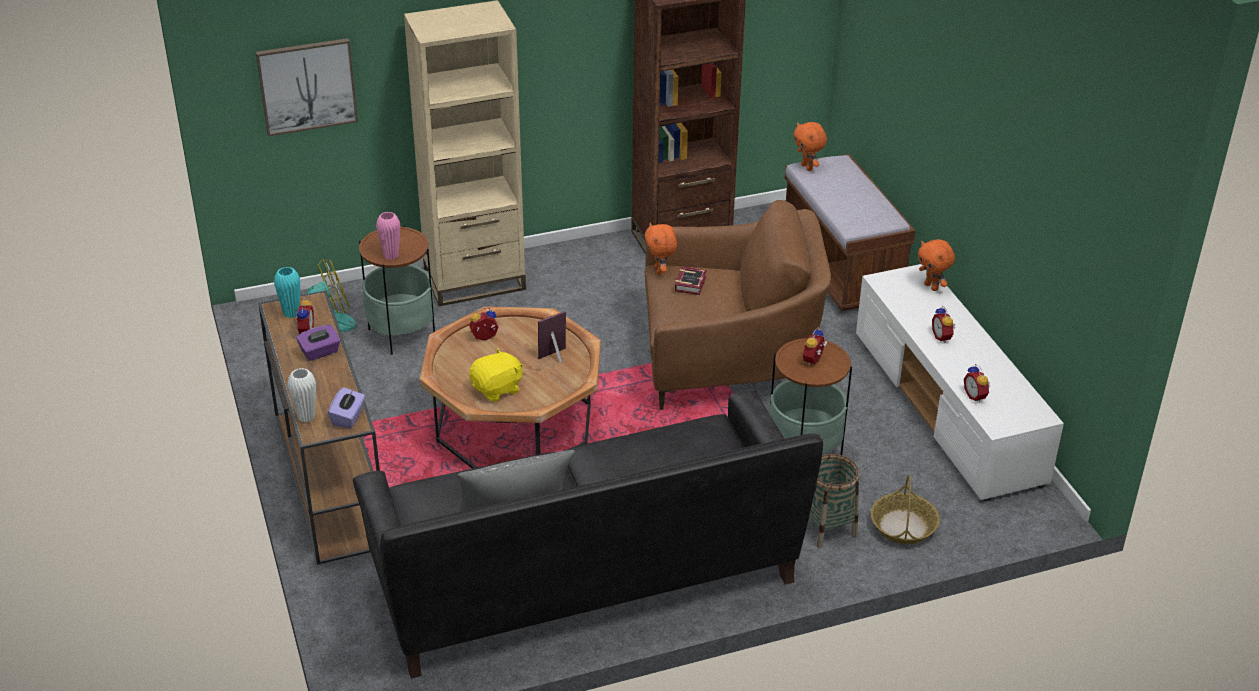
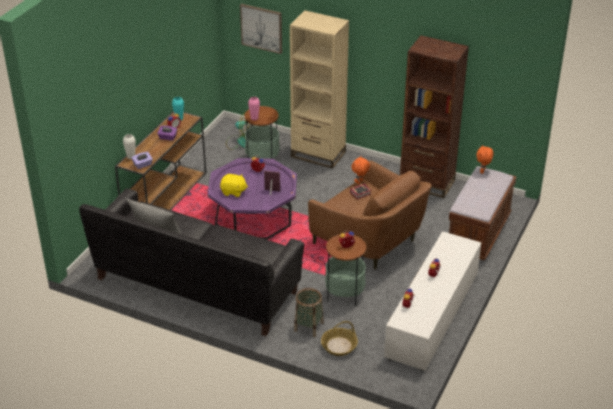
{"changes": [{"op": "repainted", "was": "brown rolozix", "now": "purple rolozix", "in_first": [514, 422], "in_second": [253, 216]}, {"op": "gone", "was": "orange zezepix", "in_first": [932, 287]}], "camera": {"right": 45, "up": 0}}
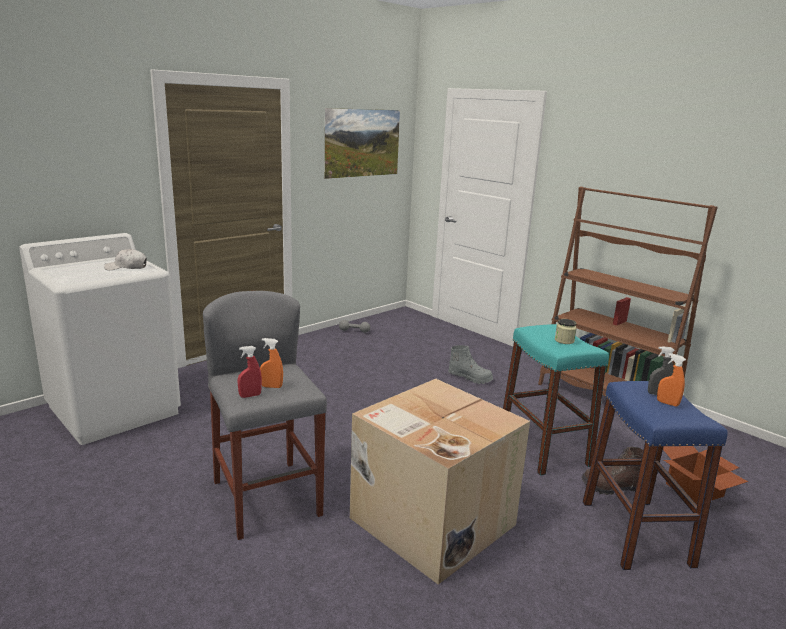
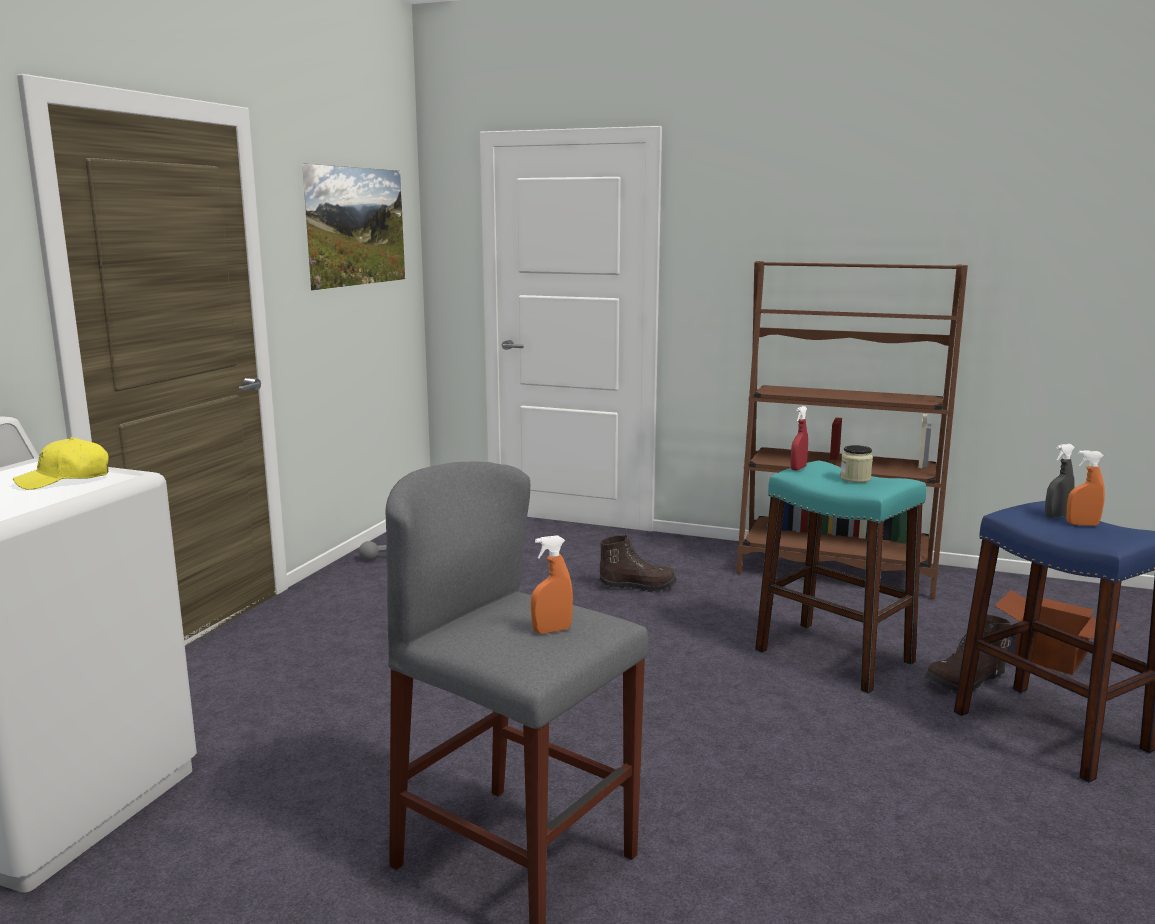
{"changes": [{"op": "repainted", "was": "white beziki", "now": "yellow beziki", "in_first": [126, 267], "in_second": [64, 480]}, {"op": "shifted", "was": "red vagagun", "in_first": [250, 395], "in_second": [798, 468]}, {"op": "gone", "was": "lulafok", "in_first": [430, 521]}, {"op": "repainted", "was": "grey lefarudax", "now": "brown lefarudax", "in_first": [470, 378], "in_second": [637, 586]}], "camera": {"right": -25, "up": -5}}
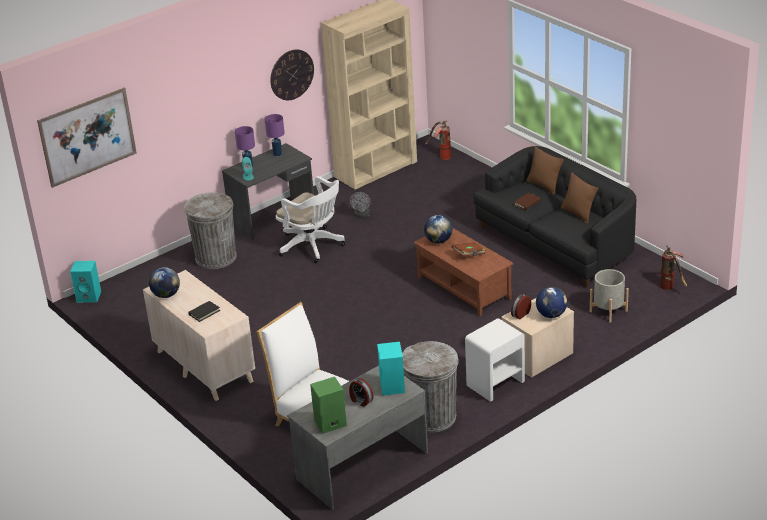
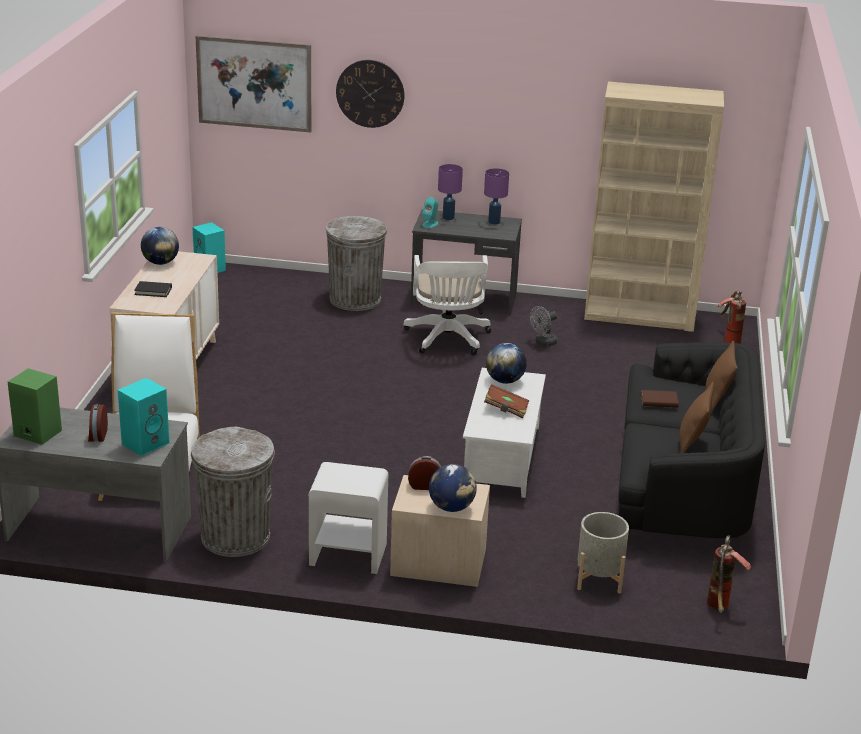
{"changes": [{"op": "shifted", "was": "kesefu", "in_first": [291, 74], "in_second": [370, 93]}, {"op": "repainted", "was": "brown rolozix", "now": "white rolozix", "in_first": [464, 288], "in_second": [503, 458]}], "camera": {"right": 45, "up": -5}}
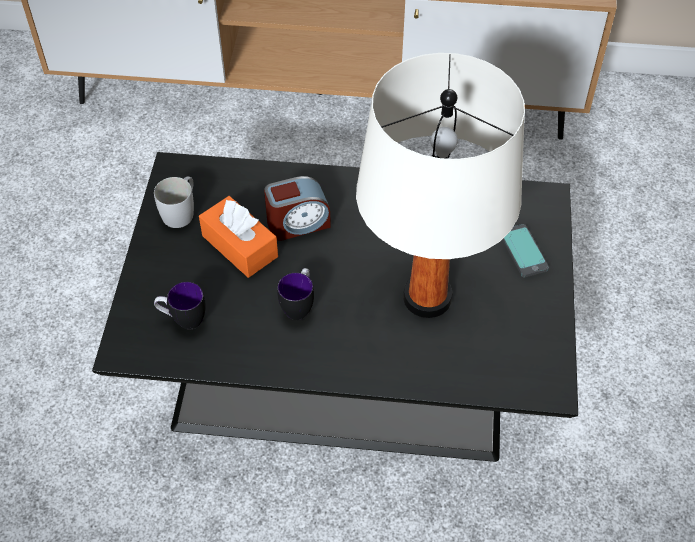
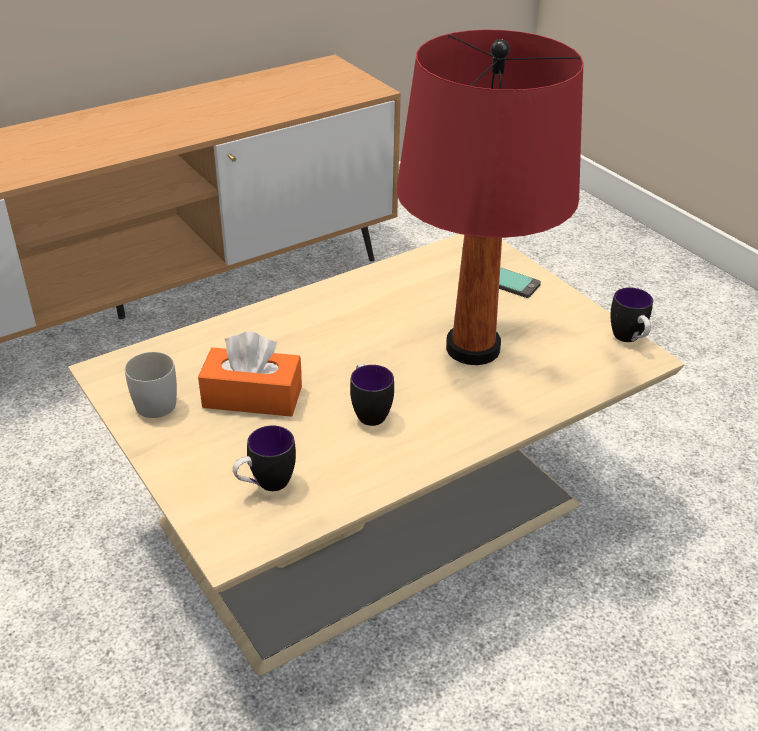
{"changes": [{"op": "repainted", "was": "black rolozix", "now": "beige rolozix", "in_first": [350, 364], "in_second": [378, 508]}, {"op": "gone", "was": "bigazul", "in_first": [298, 223]}, {"op": "repainted", "was": "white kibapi", "now": "red kibapi", "in_first": [426, 298], "in_second": [472, 349]}, {"op": "new", "now": "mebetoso", "in_second": [629, 340]}], "camera": {"right": -40, "up": -15}}
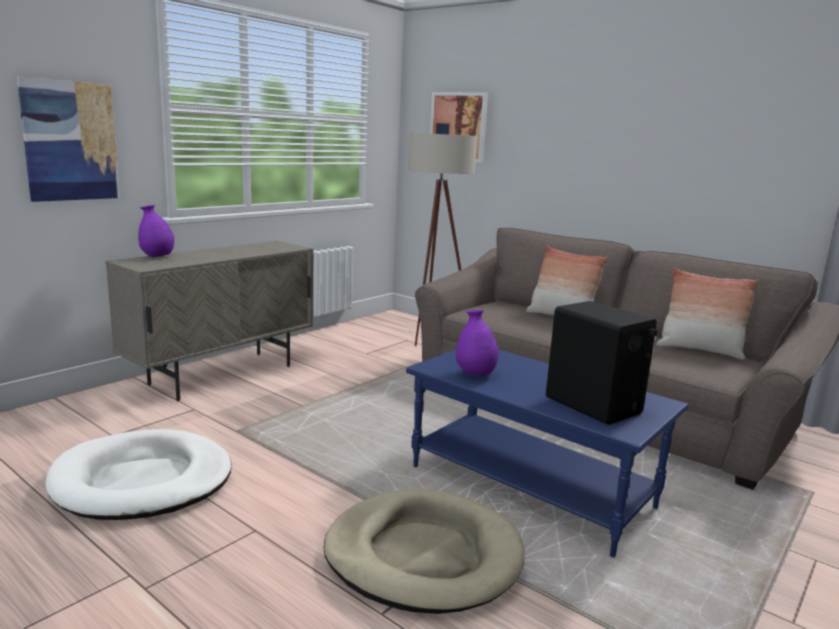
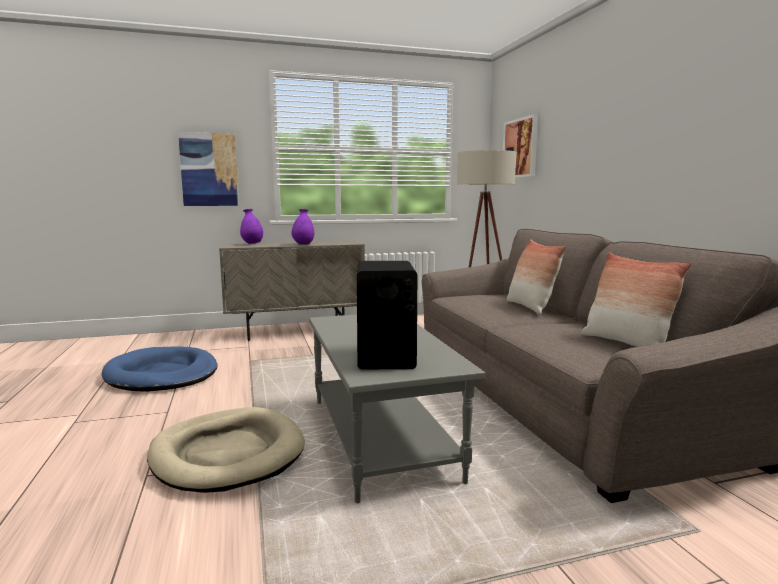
{"changes": [{"op": "repainted", "was": "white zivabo", "now": "blue zivabo", "in_first": [143, 481], "in_second": [162, 374]}, {"op": "repainted", "was": "blue rolozix", "now": "grey rolozix", "in_first": [532, 486], "in_second": [382, 438]}, {"op": "shifted", "was": "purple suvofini", "in_first": [475, 374], "in_second": [303, 244]}], "camera": {"right": 35, "up": -5}}
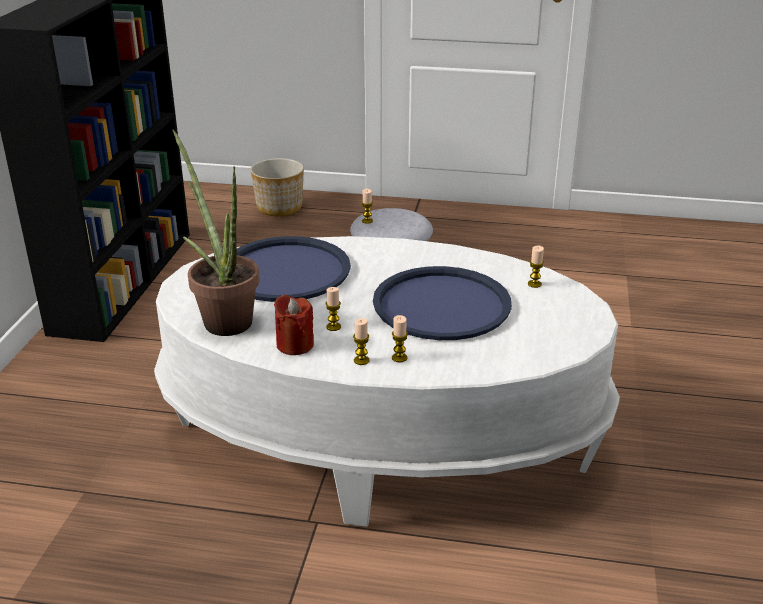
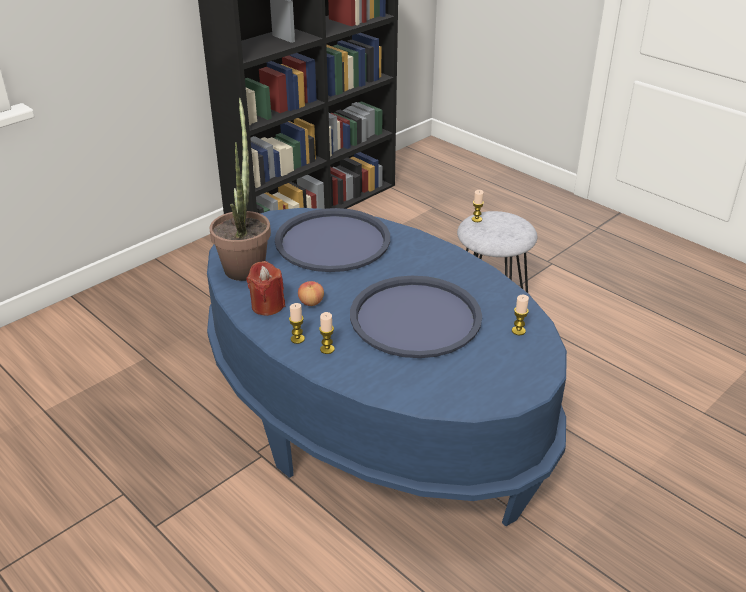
{"changes": [{"op": "repainted", "was": "white rolozix", "now": "blue rolozix", "in_first": [381, 437], "in_second": [373, 412]}, {"op": "gone", "was": "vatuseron", "in_first": [280, 207]}, {"op": "swapped", "was": "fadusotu", "now": "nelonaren", "in_first": [333, 327], "in_second": [311, 302]}], "camera": {"right": 35, "up": 5}}
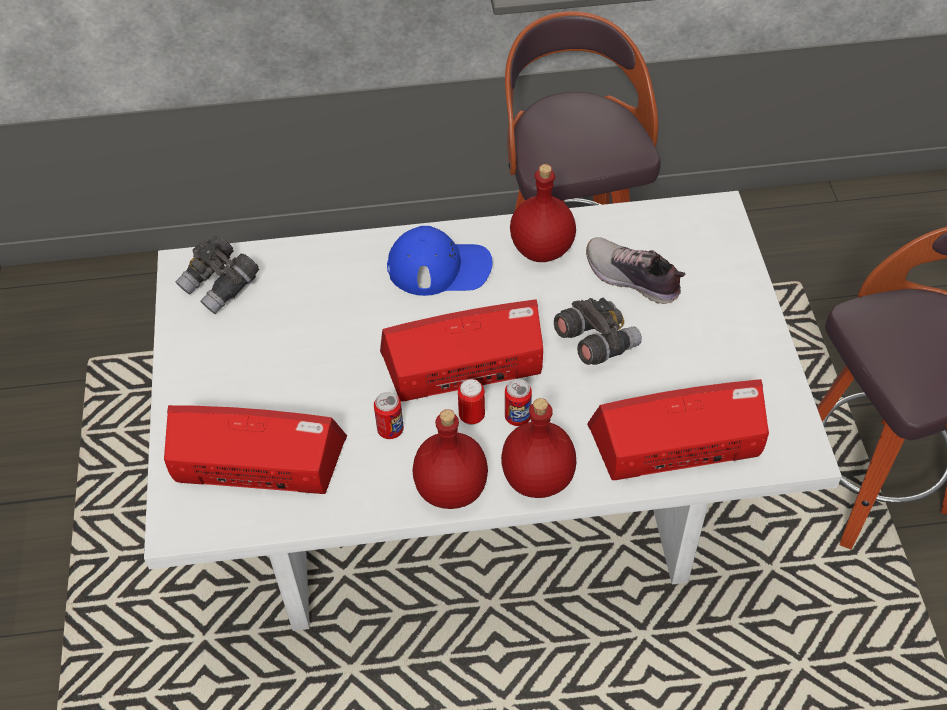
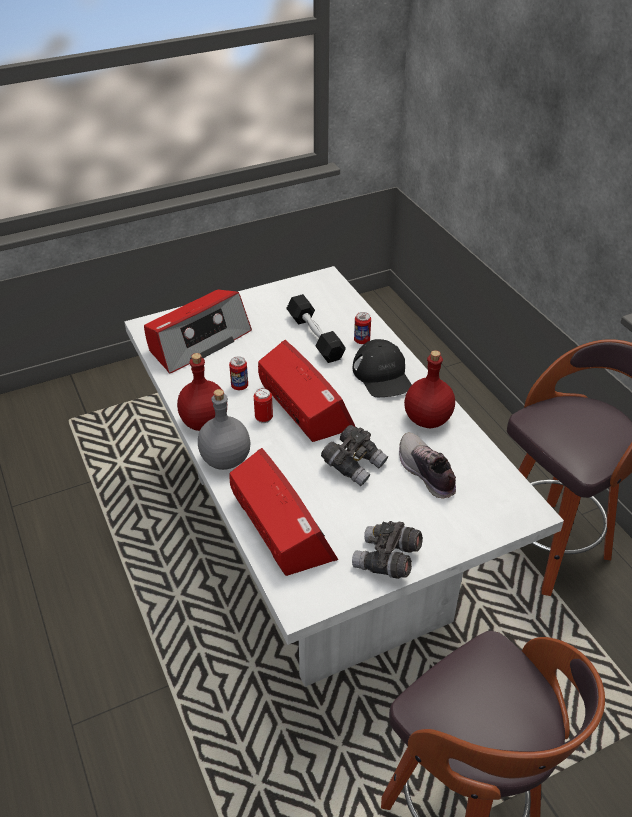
{"changes": [{"op": "rotated", "was": "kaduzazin", "in_first": [257, 461], "in_second": [198, 341], "clockwise": 60}, {"op": "shifted", "was": "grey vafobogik", "in_first": [221, 286], "in_second": [386, 560]}, {"op": "repainted", "was": "blue beziki", "now": "black beziki", "in_first": [439, 267], "in_second": [382, 375]}, {"op": "repainted", "was": "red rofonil", "now": "grey rofonil", "in_first": [536, 478], "in_second": [225, 459]}, {"op": "shifted", "was": "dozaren", "in_first": [517, 417], "in_second": [362, 340]}, {"op": "rotated", "was": "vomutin", "in_first": [632, 279], "in_second": [425, 472], "clockwise": -45}, {"op": "new", "now": "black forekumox", "in_second": [315, 337]}], "camera": {"right": 70, "up": -10}}
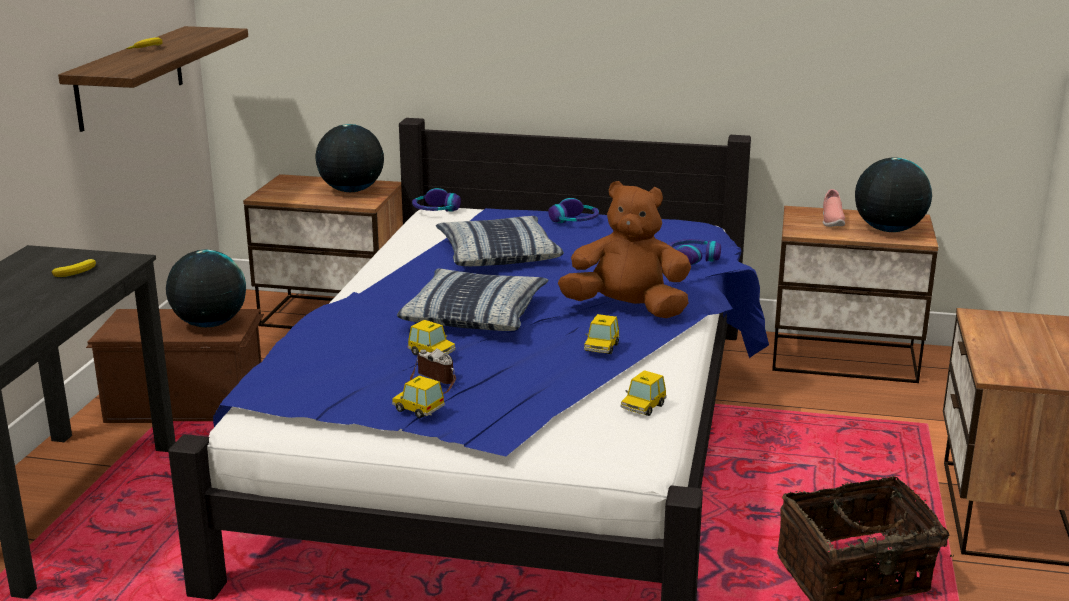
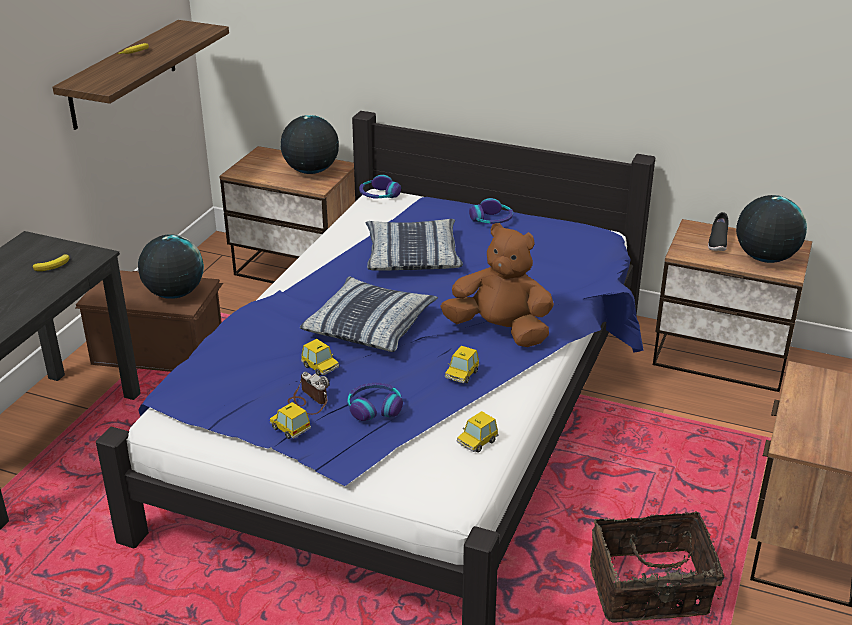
{"changes": [{"op": "shifted", "was": "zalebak", "in_first": [692, 258], "in_second": [374, 407]}, {"op": "repainted", "was": "pink vomutin", "now": "black vomutin", "in_first": [831, 221], "in_second": [717, 243]}], "camera": {"right": 10, "up": 10}}
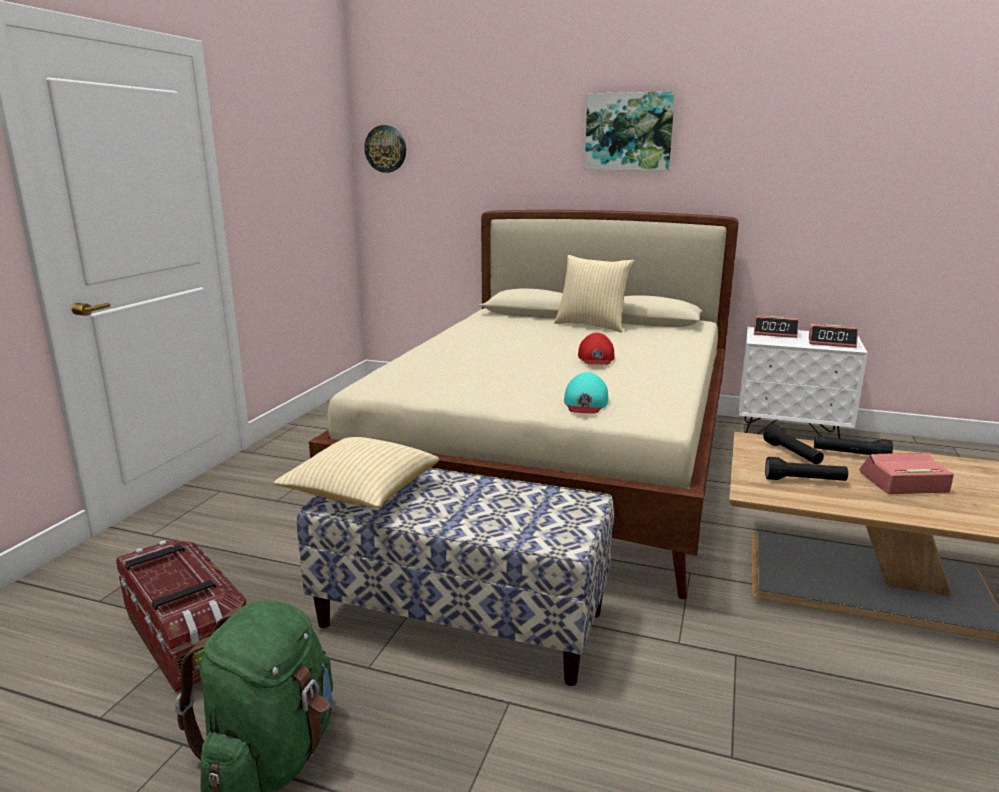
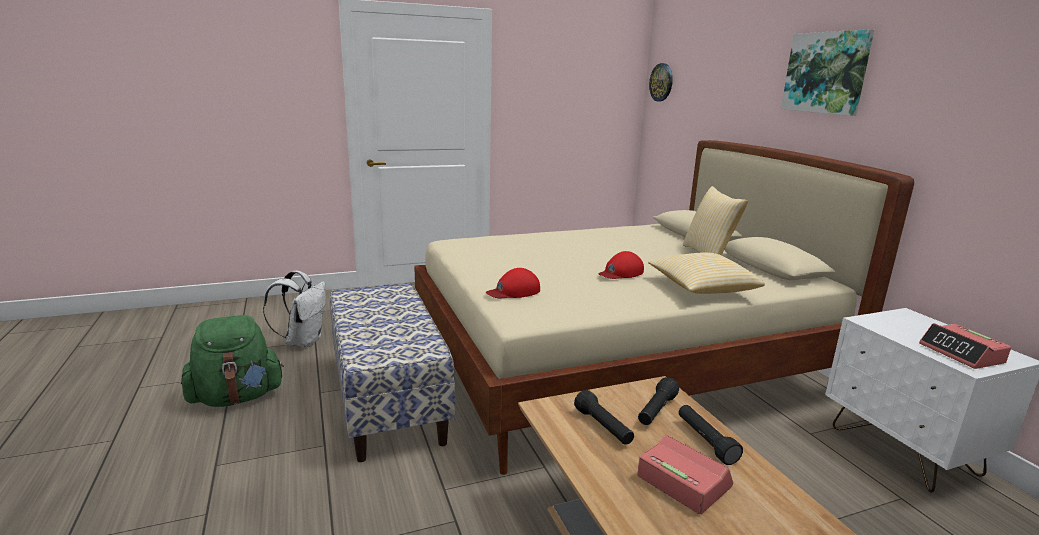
{"changes": [{"op": "swapped", "was": "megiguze", "now": "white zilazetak", "in_first": [186, 638], "in_second": [303, 341]}, {"op": "shifted", "was": "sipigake", "in_first": [361, 493], "in_second": [701, 289]}, {"op": "repainted", "was": "turquoise beziki", "now": "red beziki", "in_first": [585, 403], "in_second": [514, 291]}, {"op": "gone", "was": "bigazul", "in_first": [775, 333]}], "camera": {"right": 50, "up": 0}}
